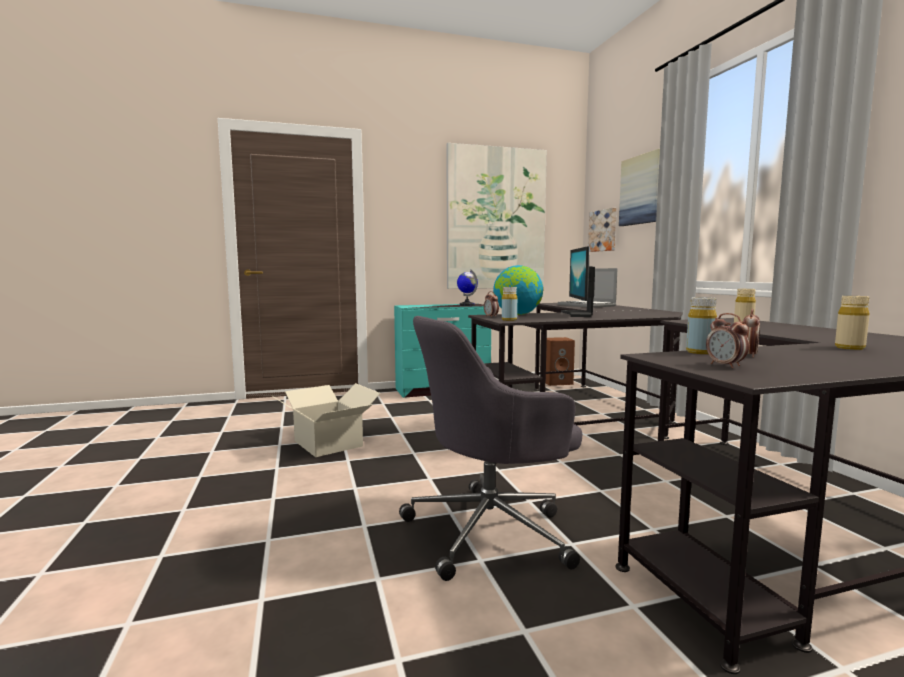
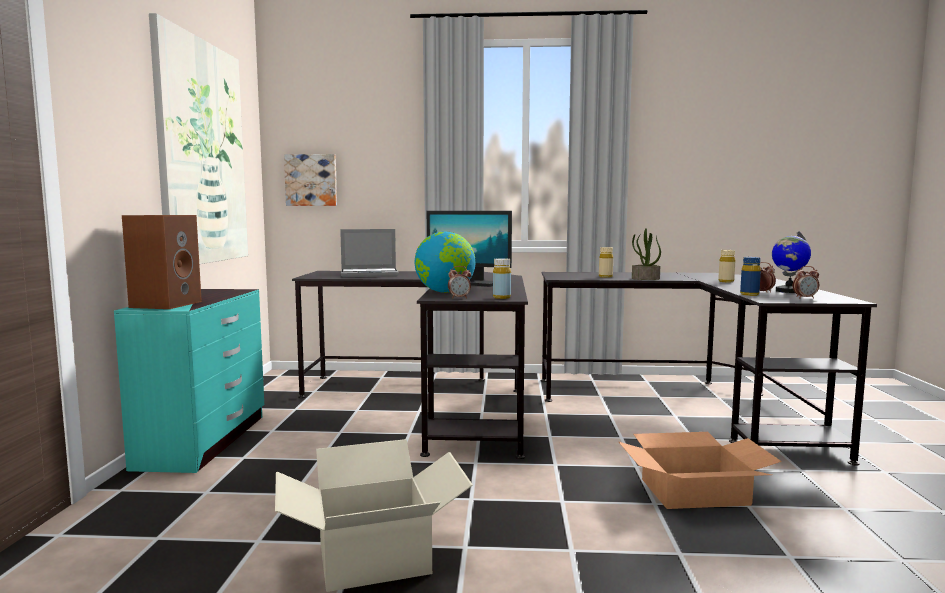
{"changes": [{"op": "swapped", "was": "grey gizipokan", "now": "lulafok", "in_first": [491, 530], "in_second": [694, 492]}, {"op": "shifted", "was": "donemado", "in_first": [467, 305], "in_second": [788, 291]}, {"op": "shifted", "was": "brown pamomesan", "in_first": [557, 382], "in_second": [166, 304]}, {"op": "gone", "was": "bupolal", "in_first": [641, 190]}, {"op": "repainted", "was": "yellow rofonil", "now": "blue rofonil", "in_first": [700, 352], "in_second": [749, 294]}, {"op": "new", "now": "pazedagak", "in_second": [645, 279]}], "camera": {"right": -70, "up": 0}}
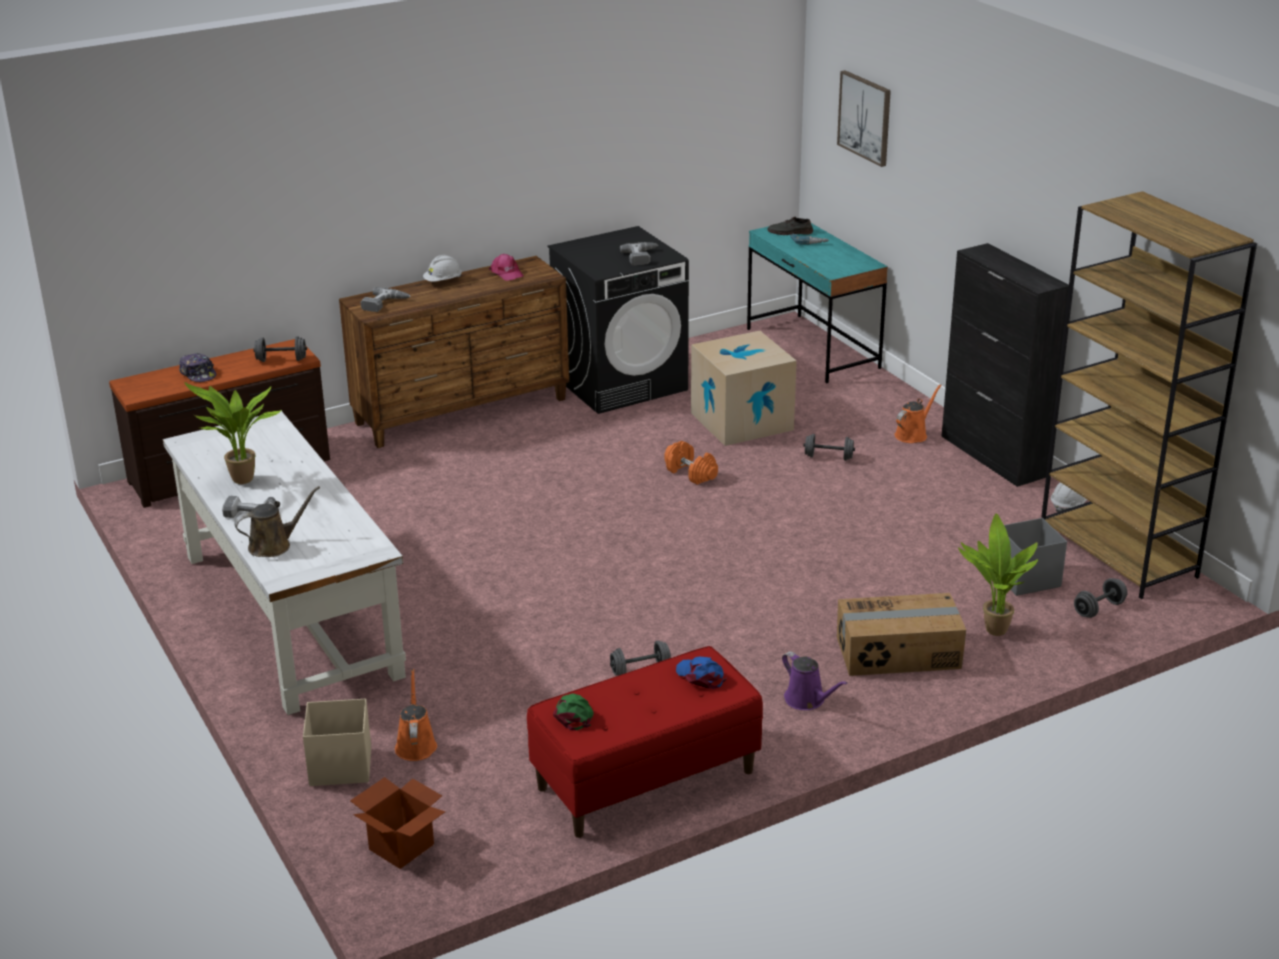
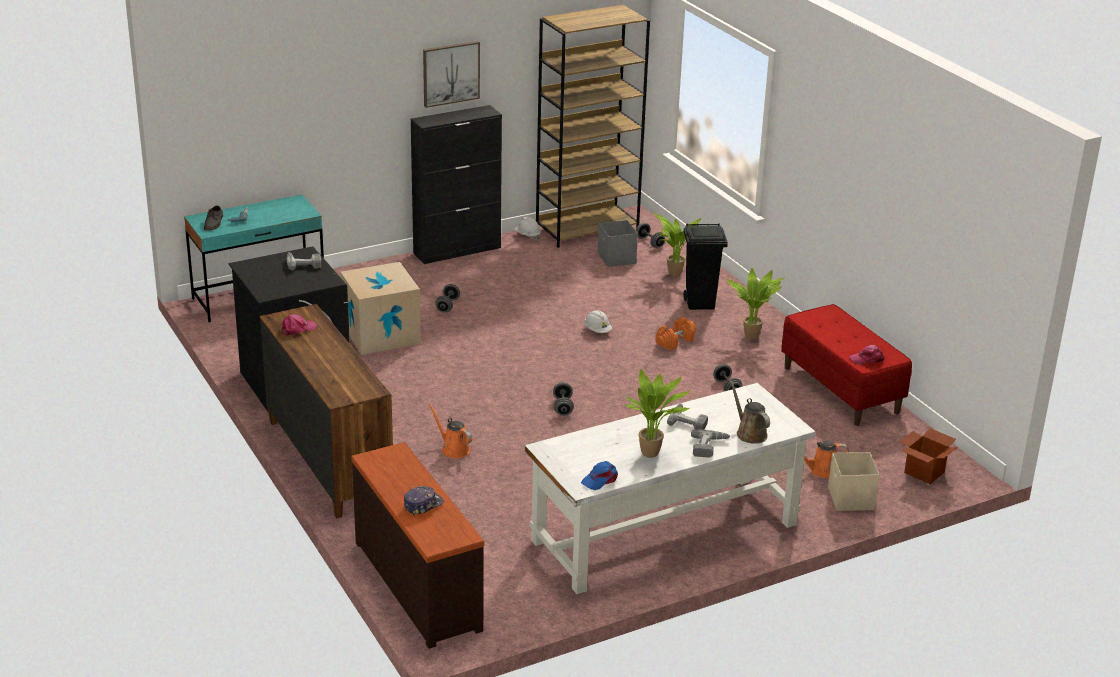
{"changes": [{"op": "shifted", "was": "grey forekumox", "in_first": [281, 360], "in_second": [562, 407]}, {"op": "shifted", "was": "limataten", "in_first": [385, 304], "in_second": [689, 421]}, {"op": "shifted", "was": "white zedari", "in_first": [443, 281], "in_second": [597, 330]}, {"op": "repainted", "was": "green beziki", "now": "pink beziki", "in_first": [573, 714], "in_second": [867, 359]}, {"op": "shifted", "was": "orange forekumox", "in_first": [691, 473], "in_second": [675, 341]}, {"op": "shifted", "was": "blue beziki", "in_first": [700, 676], "in_second": [600, 479]}, {"op": "swapped", "was": "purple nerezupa", "now": "pazedagak", "in_first": [807, 700], "in_second": [752, 335]}, {"op": "shifted", "was": "bupolal", "in_first": [865, 117], "in_second": [450, 73]}, {"op": "swapped", "was": "lulafok", "now": "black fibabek", "in_first": [898, 653], "in_second": [700, 304]}, {"op": "shifted", "was": "orange nerezupa", "in_first": [913, 434], "in_second": [453, 449]}], "camera": {"right": -90, "up": 0}}
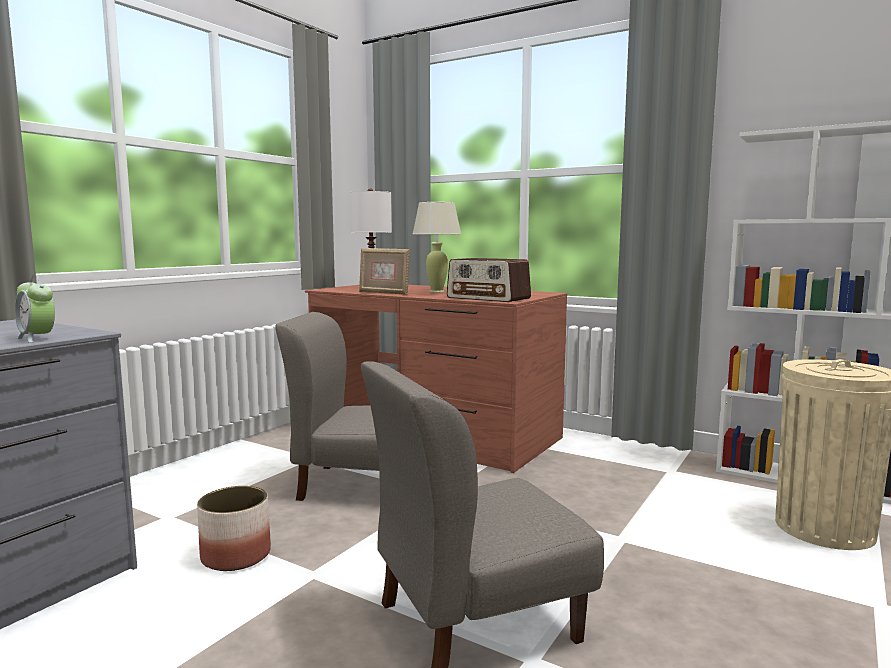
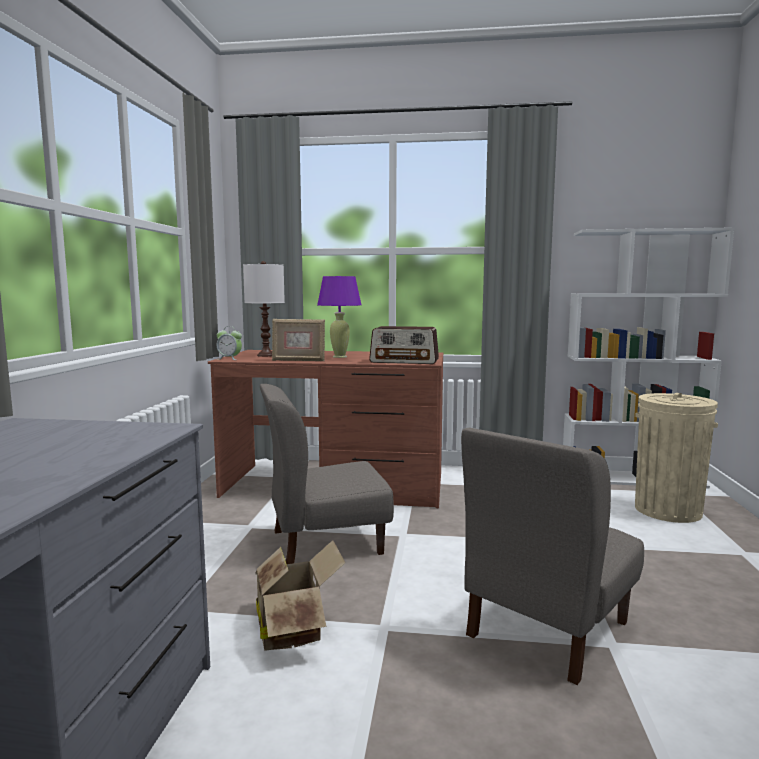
{"changes": [{"op": "shifted", "was": "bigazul", "in_first": [37, 338], "in_second": [229, 359]}, {"op": "swapped", "was": "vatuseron", "now": "lulafok", "in_first": [235, 555], "in_second": [294, 629]}, {"op": "repainted", "was": "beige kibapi", "now": "purple kibapi", "in_first": [437, 291], "in_second": [340, 357]}], "camera": {"right": -25, "up": 0}}
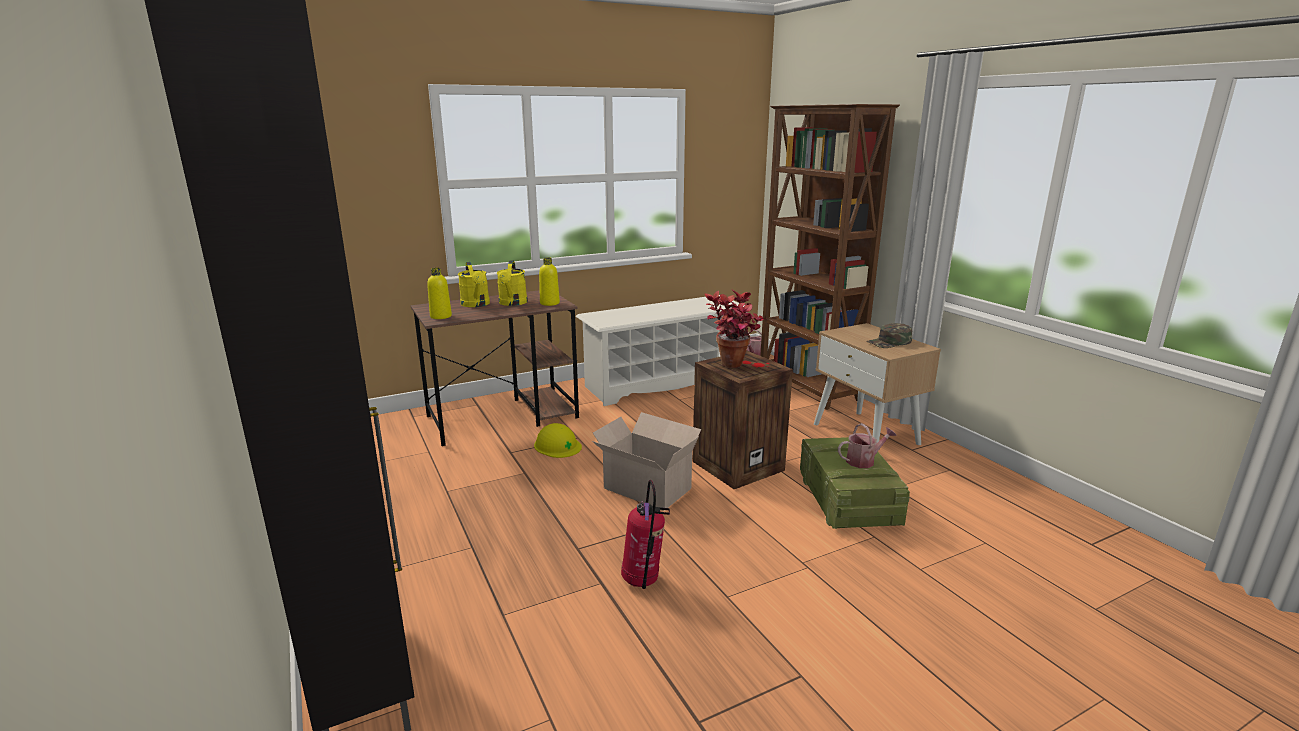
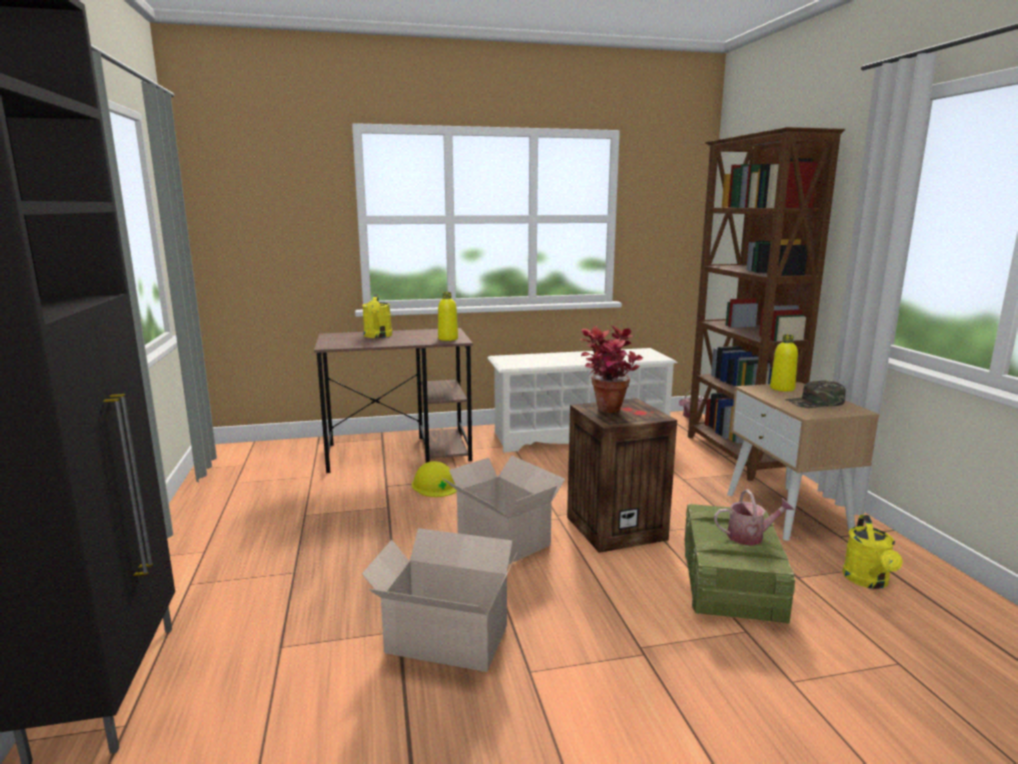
{"changes": [{"op": "shifted", "was": "yellow rofonil", "in_first": [441, 316], "in_second": [782, 388]}, {"op": "shifted", "was": "yellow nerezupa", "in_first": [512, 303], "in_second": [868, 581]}, {"op": "swapped", "was": "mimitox", "now": "lulafok", "in_first": [643, 582], "in_second": [444, 638]}], "camera": {"right": 15, "up": -5}}
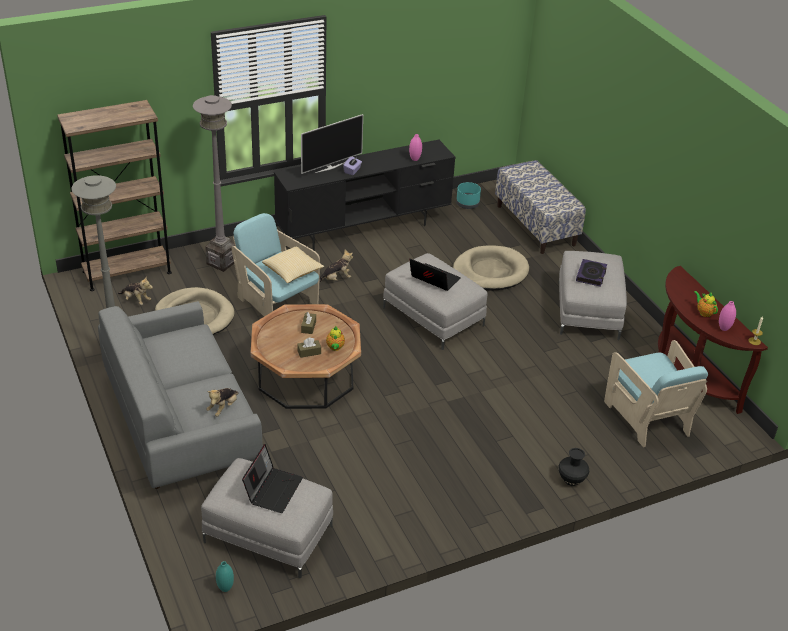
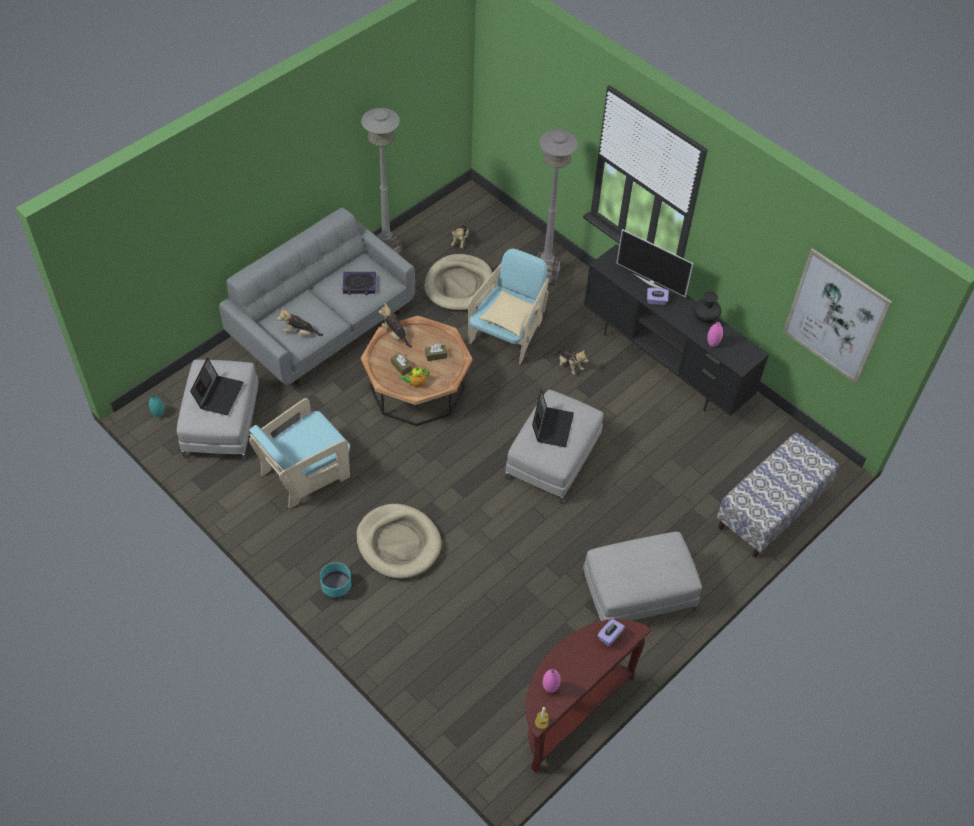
{"changes": [{"op": "gone", "was": "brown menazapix", "in_first": [127, 272]}, {"op": "rotated", "was": "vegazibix", "in_first": [273, 489], "in_second": [219, 394], "clockwise": -75}, {"op": "shifted", "was": "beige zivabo", "in_first": [490, 271], "in_second": [398, 543]}, {"op": "shifted", "was": "turquoise vatuseron", "in_first": [467, 204], "in_second": [337, 587]}, {"op": "shifted", "was": "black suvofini", "in_first": [571, 479], "in_second": [705, 319]}, {"op": "shifted", "was": "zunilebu", "in_first": [591, 275], "in_second": [359, 285]}, {"op": "shifted", "was": "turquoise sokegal", "in_first": [647, 417], "in_second": [305, 473]}, {"op": "gone", "was": "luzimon", "in_first": [704, 312]}, {"op": "new", "now": "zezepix", "in_second": [395, 334]}, {"op": "new", "now": "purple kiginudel", "in_second": [609, 636]}, {"op": "new", "now": "bupolal", "in_second": [836, 316]}], "camera": {"right": 70, "up": 15}}
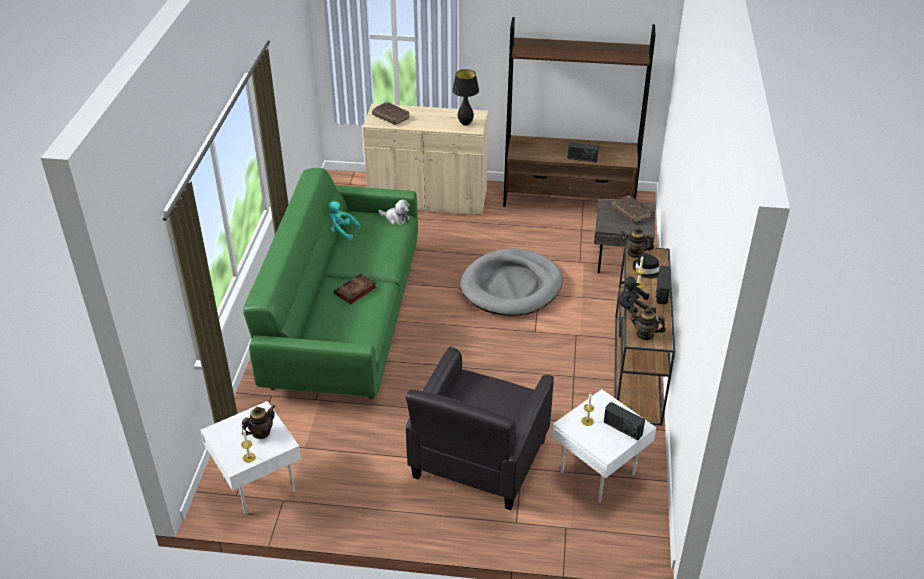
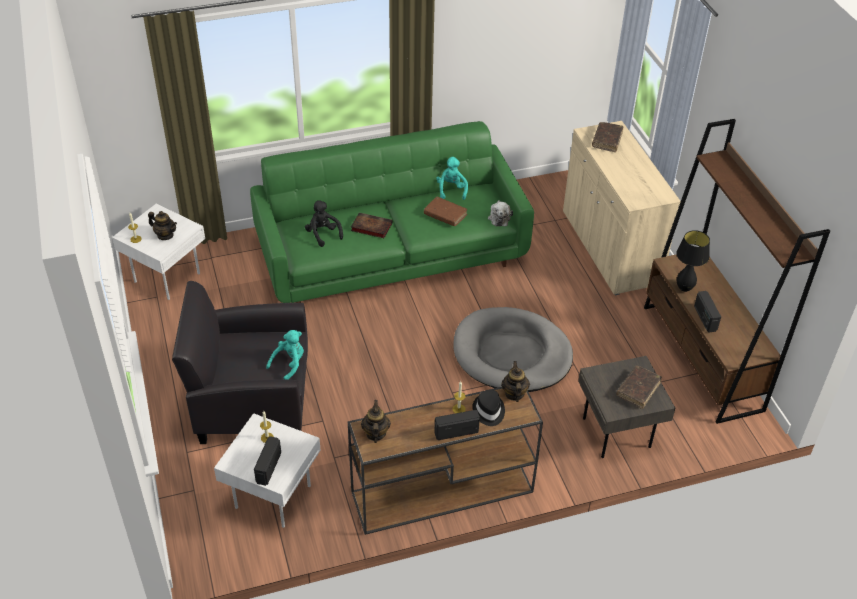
{"changes": [{"op": "shifted", "was": "black kibapi", "in_first": [465, 123], "in_second": [684, 288]}, {"op": "shifted", "was": "black zezepix", "in_first": [633, 309], "in_second": [323, 234]}, {"op": "new", "now": "turquoise zezepix", "in_second": [289, 364]}, {"op": "new", "now": "brown zunilebu", "in_second": [445, 215]}], "camera": {"right": 65, "up": 5}}
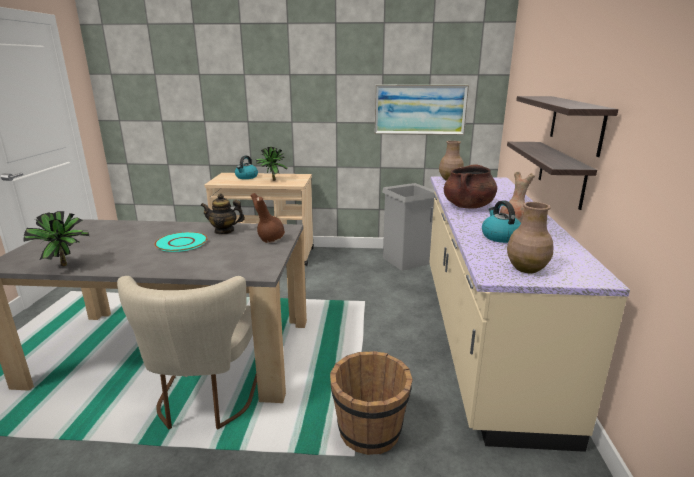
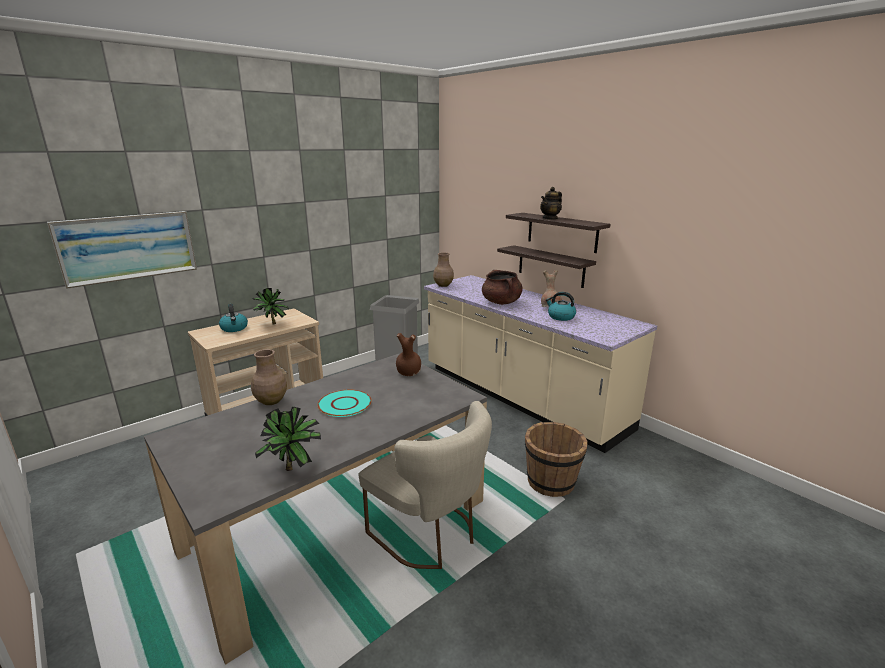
{"changes": [{"op": "shifted", "was": "luzimon", "in_first": [224, 231], "in_second": [550, 218]}, {"op": "shifted", "was": "bupolal", "in_first": [420, 109], "in_second": [128, 247]}, {"op": "shifted", "was": "brown suvofini", "in_first": [526, 268], "in_second": [270, 401]}], "camera": {"right": -45, "up": 0}}
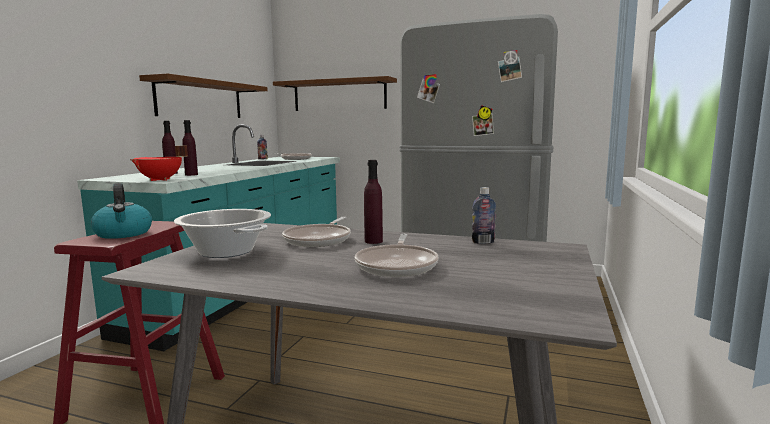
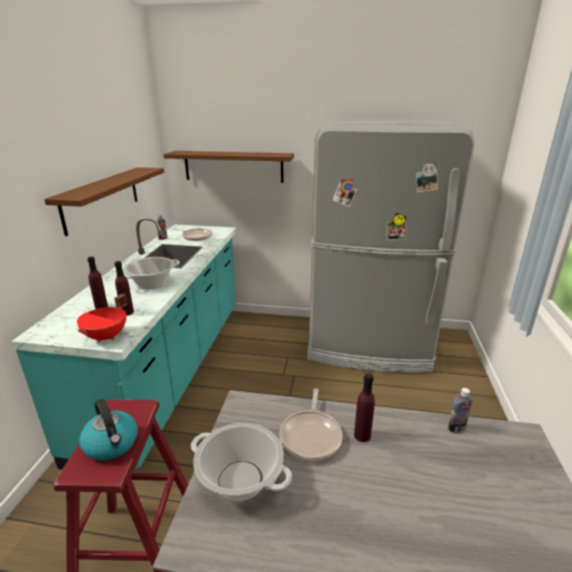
{"changes": [{"op": "gone", "was": "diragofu", "in_first": [397, 265]}, {"op": "new", "now": "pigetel", "in_second": [152, 283]}], "camera": {"right": -10, "up": 15}}
